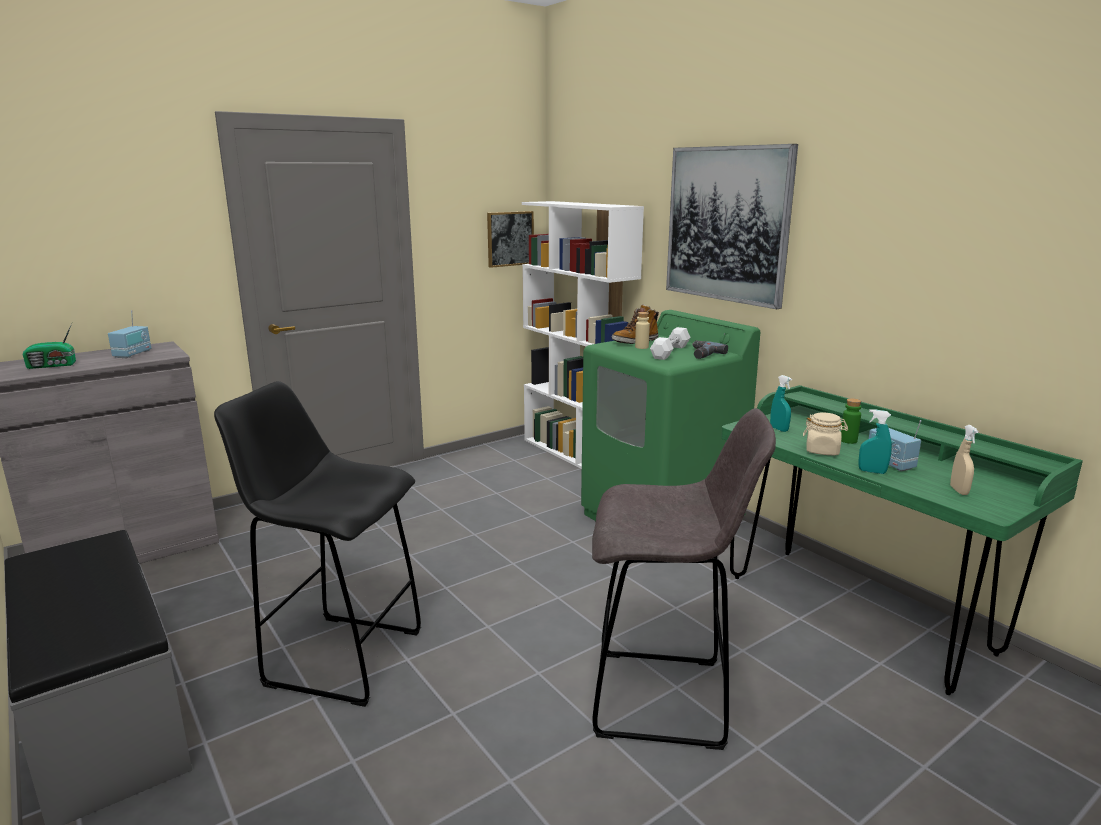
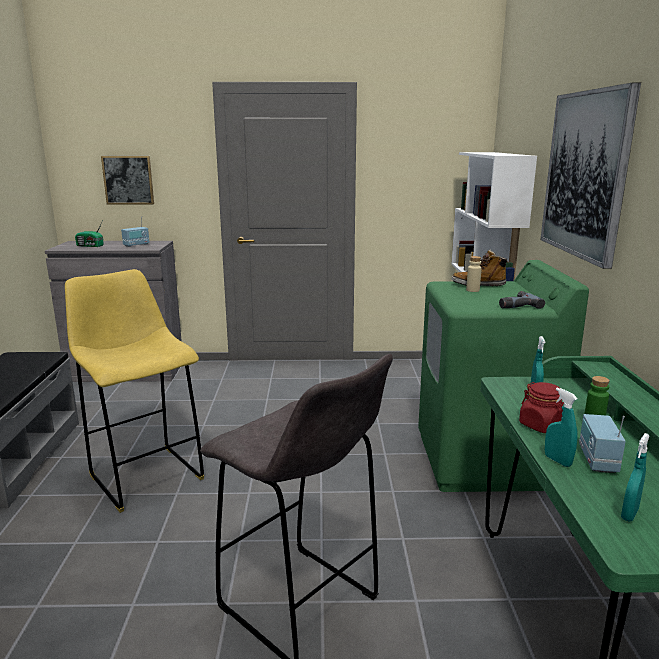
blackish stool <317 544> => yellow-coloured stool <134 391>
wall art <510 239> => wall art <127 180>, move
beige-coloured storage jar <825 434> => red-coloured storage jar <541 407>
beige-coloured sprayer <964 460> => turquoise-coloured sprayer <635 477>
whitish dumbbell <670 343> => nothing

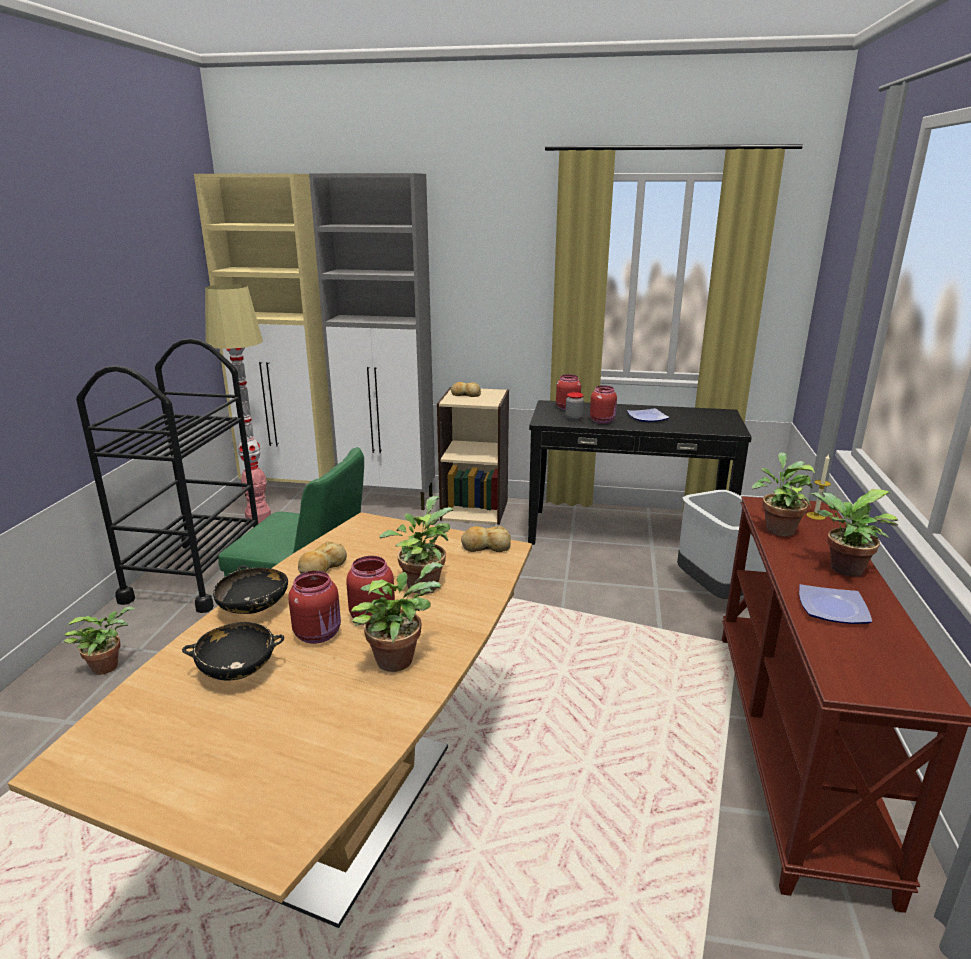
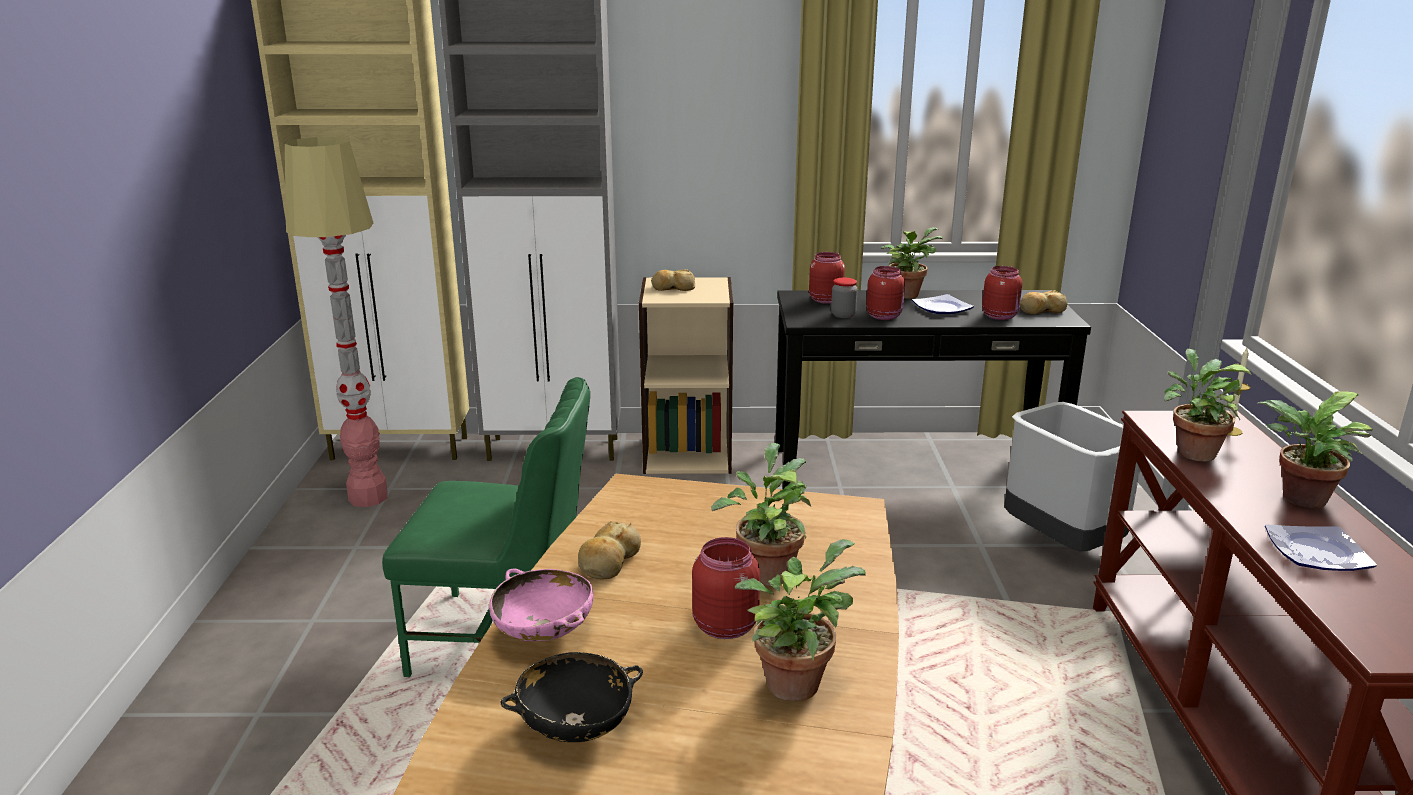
blackish bowl <250 589> => pink bowl <541 604>
houseplant <99 640> => houseplant <912 263>, move
red-coloured storage jar <314 607> => red-coloured storage jar <1002 293>, move
baked bread <486 539> => baked bread <1043 302>, move
blackish cart <167 475> => nothing

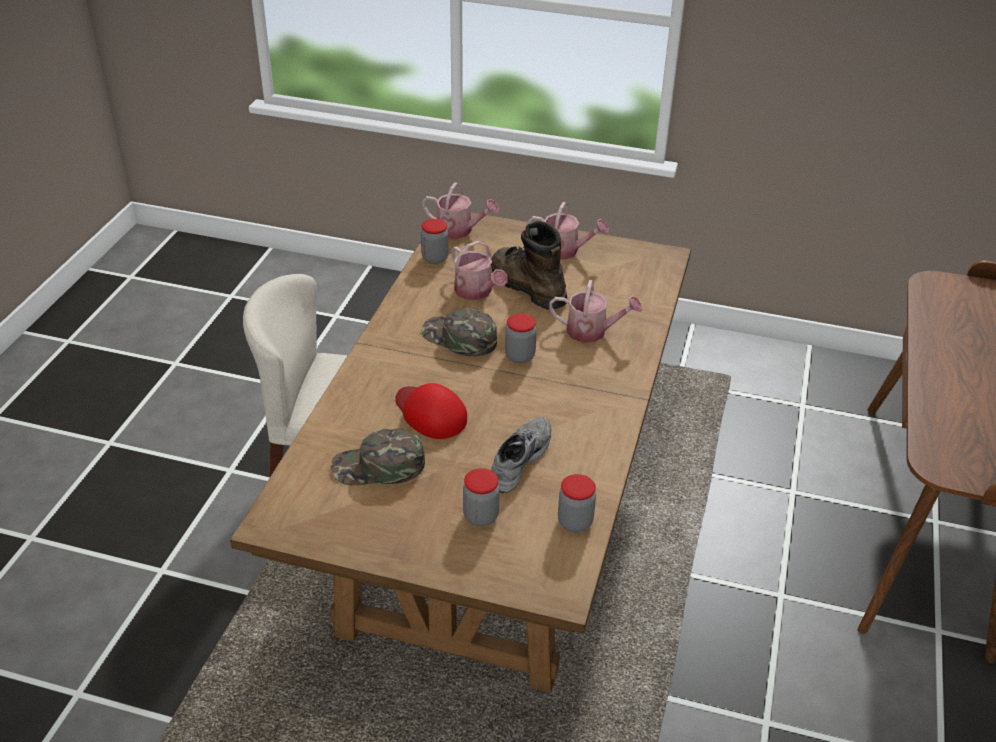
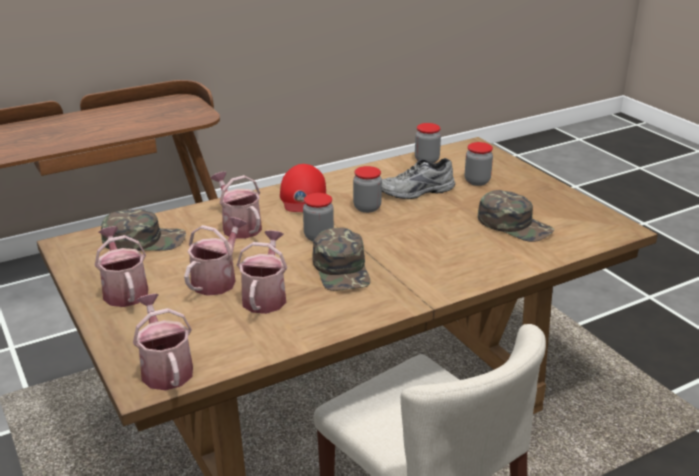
nothing => green-coloured cap <143 230>
brownish tall boot <529 265> => watering can <215 256>
red-coloured cap <431 411> => red-coloured cap <303 188>, move
storage jar <435 241> => storage jar <367 189>, move

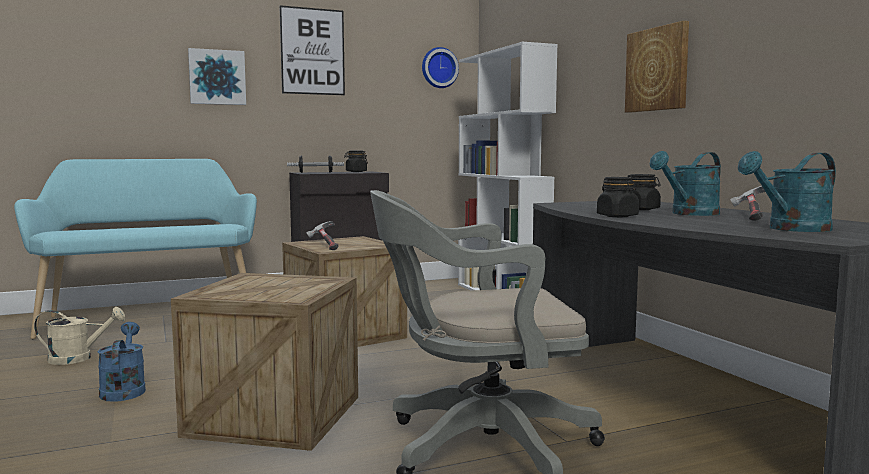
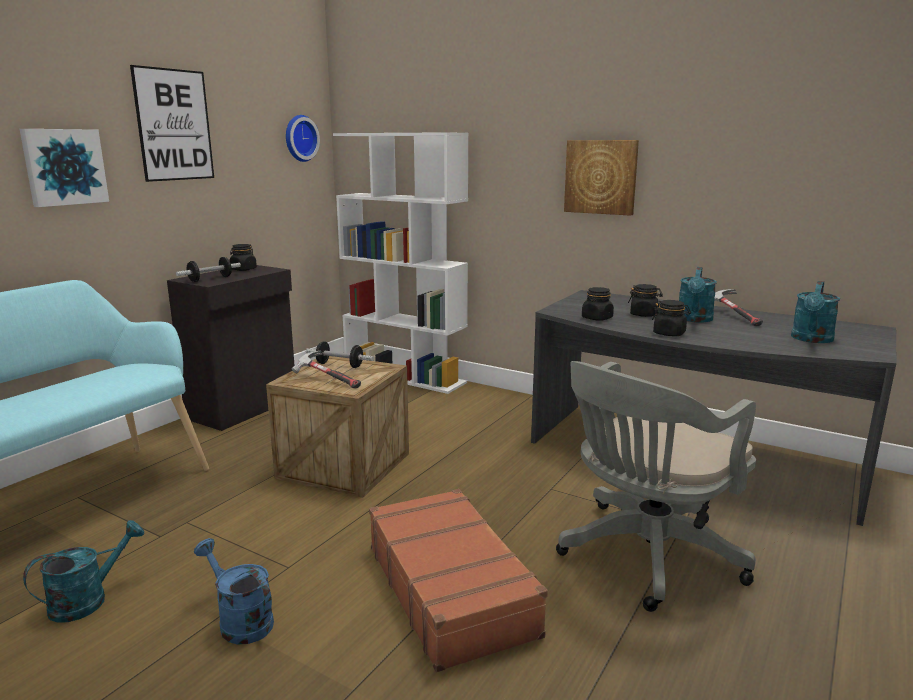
beige-coloured watering can <79 336> => turquoise-coloured watering can <83 571>
nothing => dumbbell <340 355>
shipping crate <264 362> => brownish suitcase <458 580>
nothing => blackish storage jar <598 303>

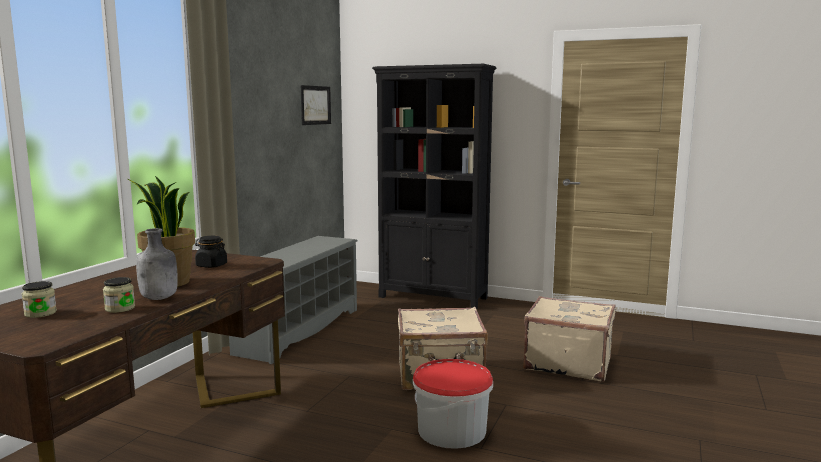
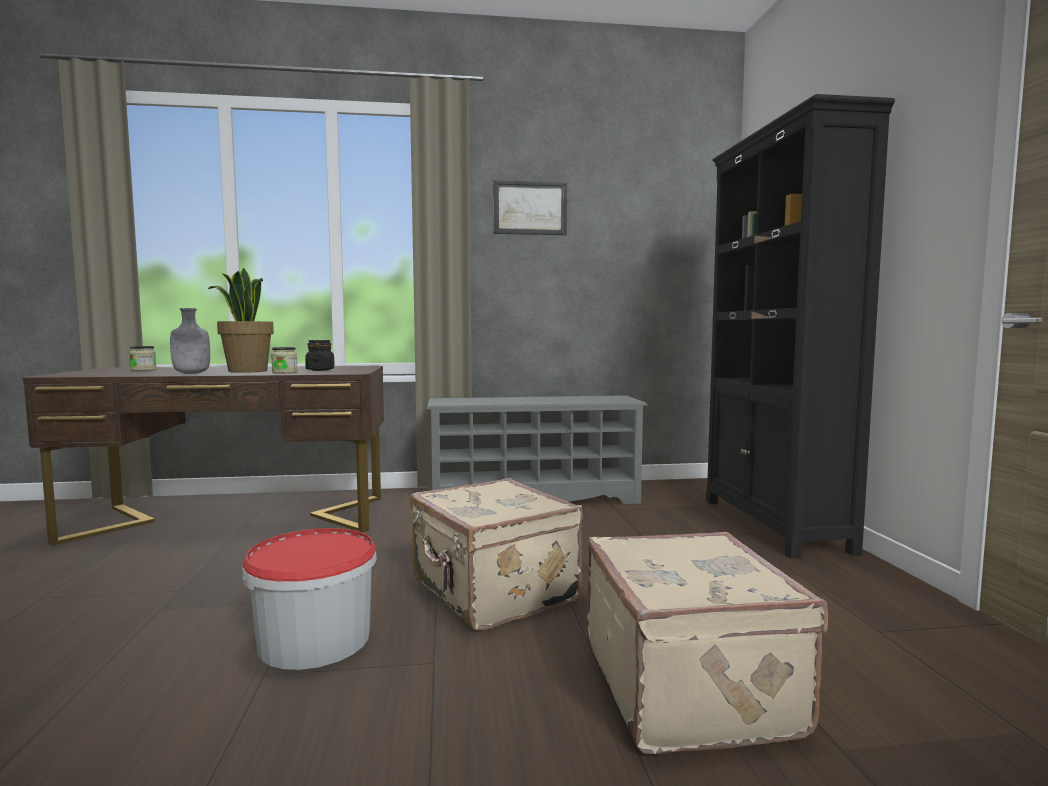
storage jar <119 295> => storage jar <284 360>, move
wall art <316 105> => wall art <530 207>, move

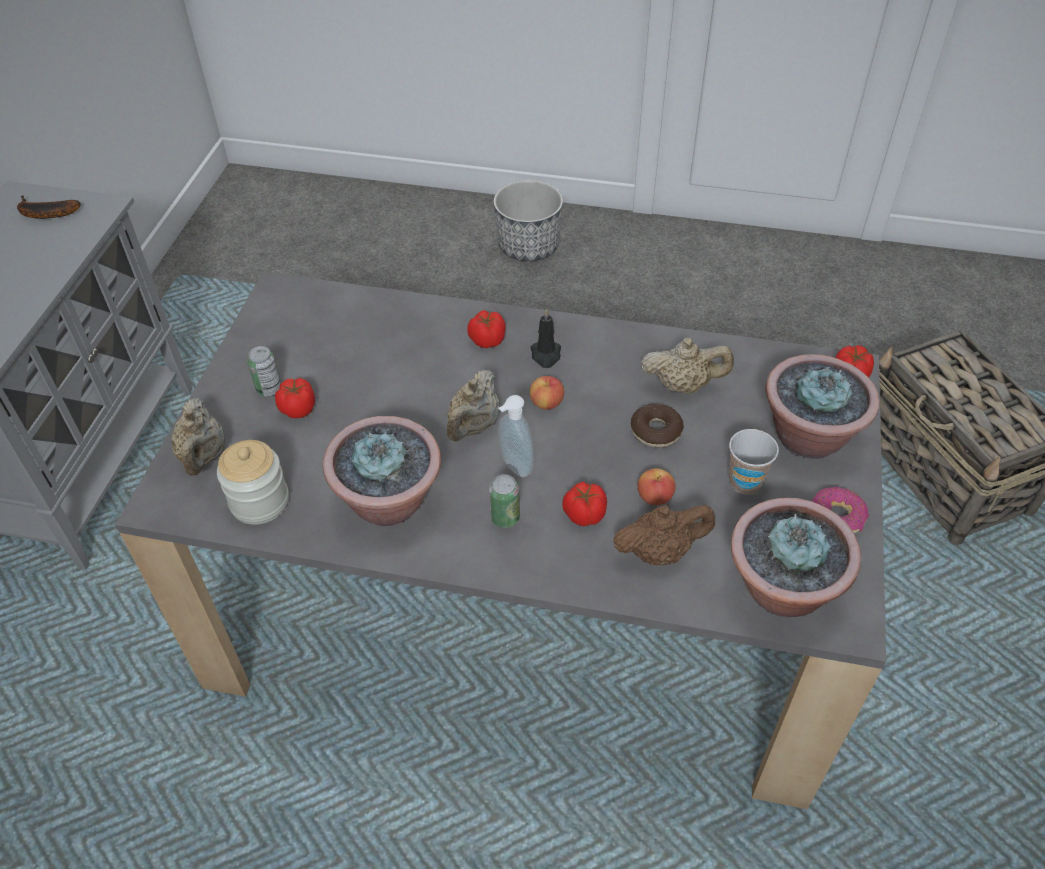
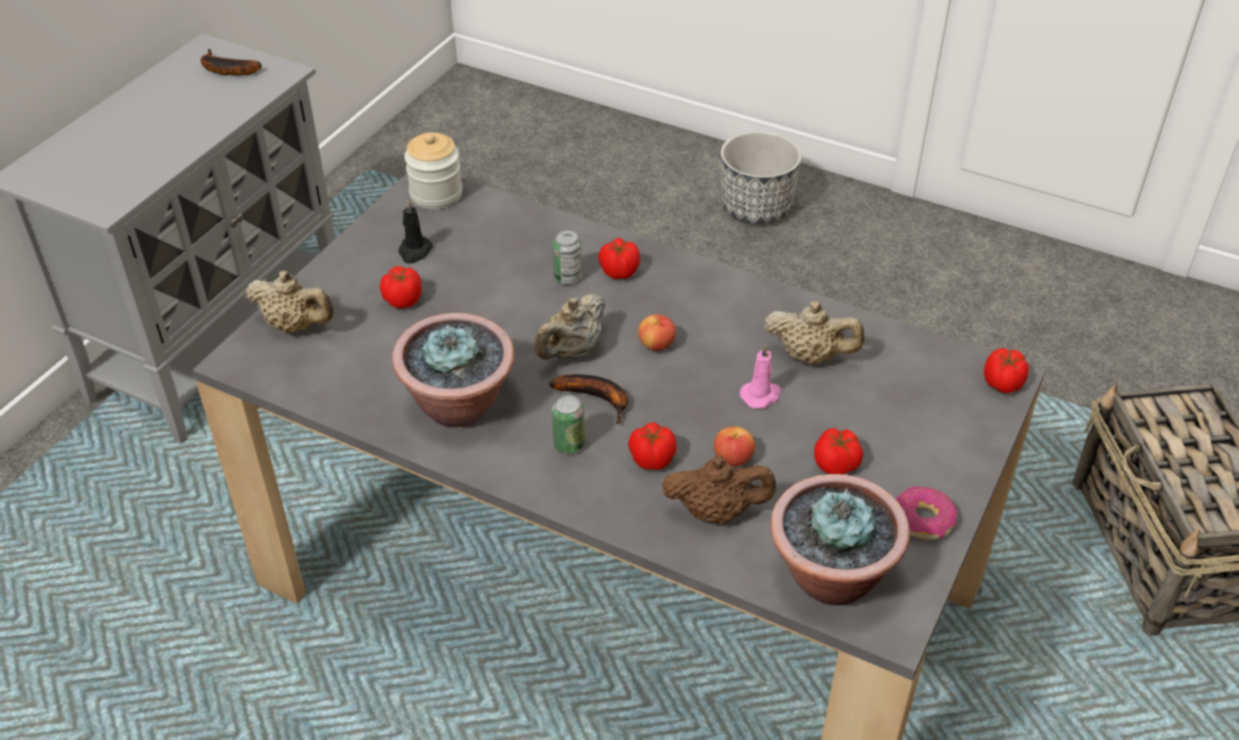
beige-coloured tea pot <198 437> => beige-coloured tea pot <290 302>, 75 degrees counterclockwise
blackish wax candle <546 338> => blackish wax candle <415 231>, move
storage jar <253 482> => storage jar <433 170>, move
soap dispenser <516 436> => whole banana <588 399>
sealed can <264 371> => sealed can <567 257>, move
ring doughnut <657 426> => pink wax candle <760 375>
drinking cup <754 461> => fresh tomato <838 451>
houseplant <822 406> => nothing

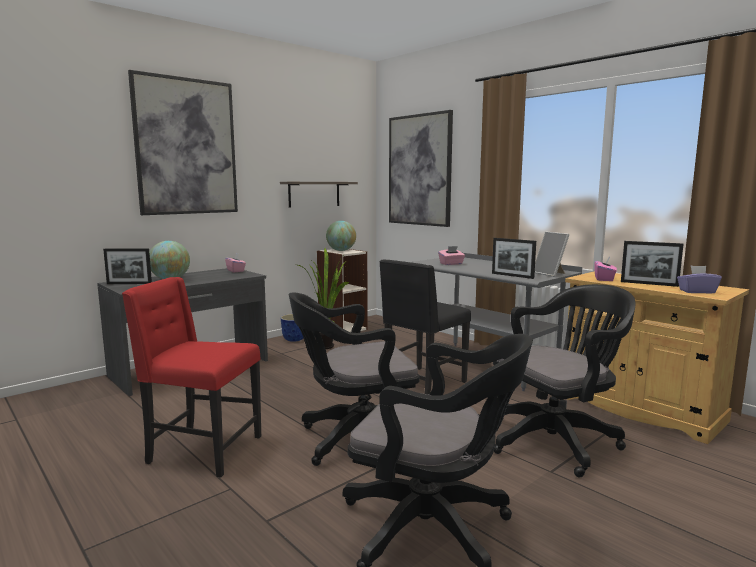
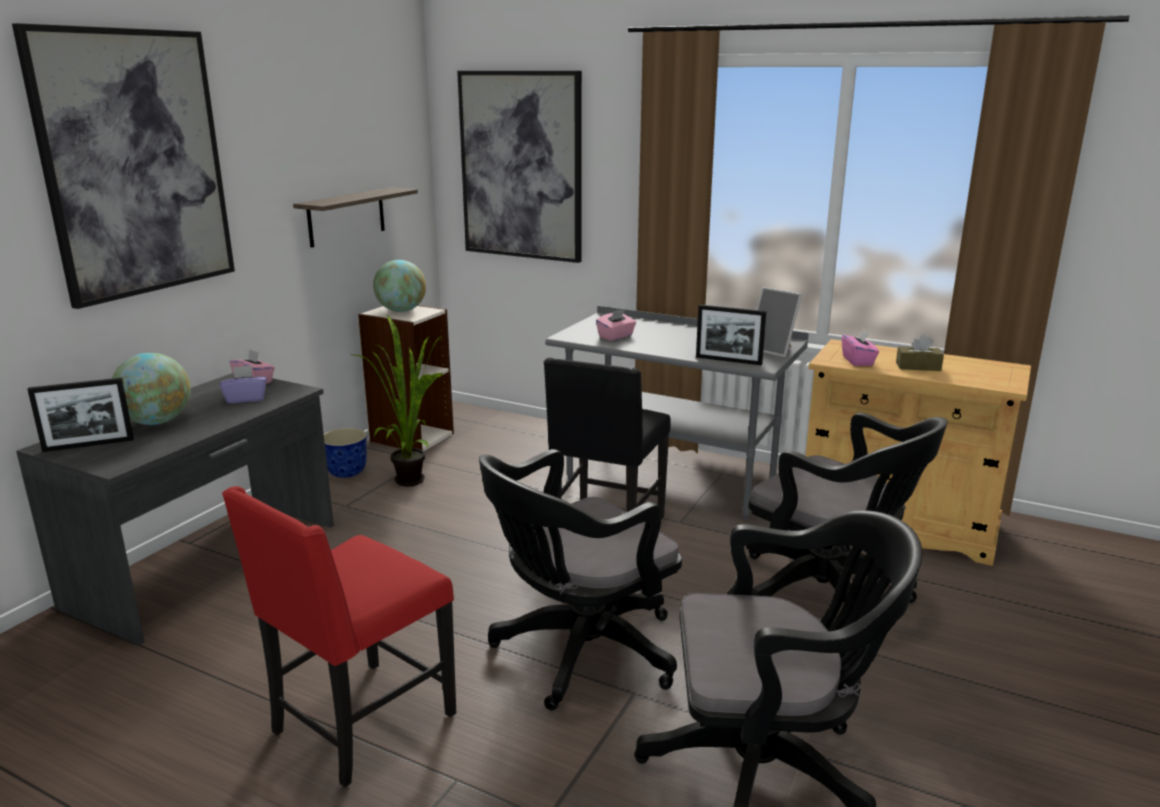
purple-coloured tissue box <699 280> => purple-coloured tissue box <243 384>, move
red-coloured chair <191 377> => red-coloured chair <339 637>, 45 degrees counterclockwise
blackish desk chair <564 380> => blackish desk chair <847 508>, 90 degrees clockwise
photo frame <652 264> => brownish tissue box <920 352>

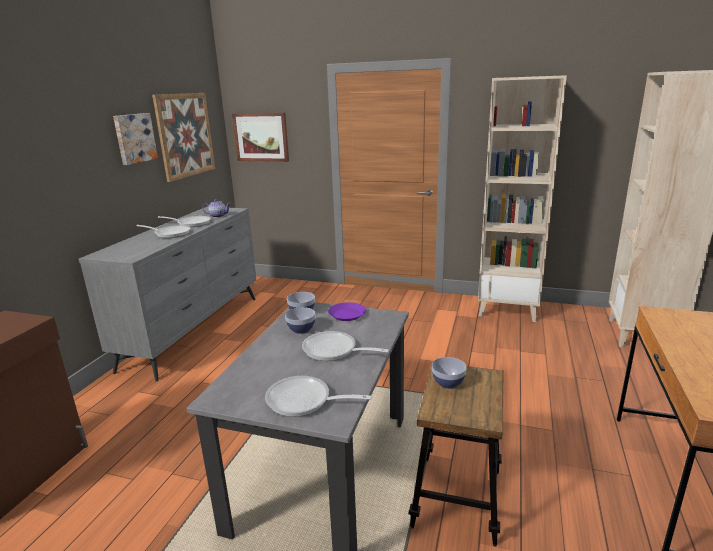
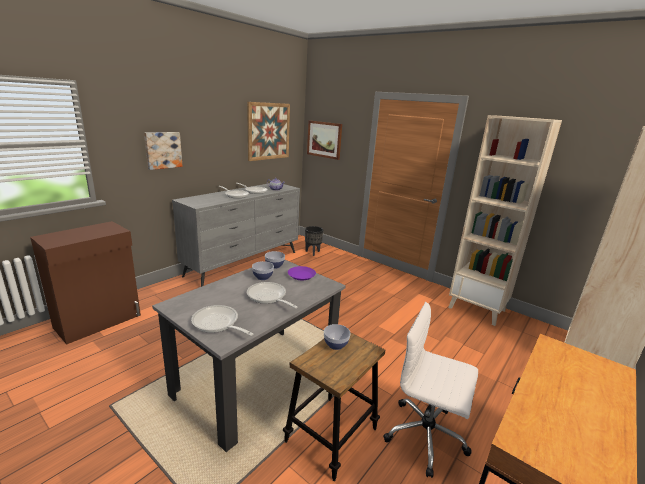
wall art <135 139> => wall art <163 151>, move
nothing => blackish planter <314 241>
nothing => whitish desk chair <430 390>

